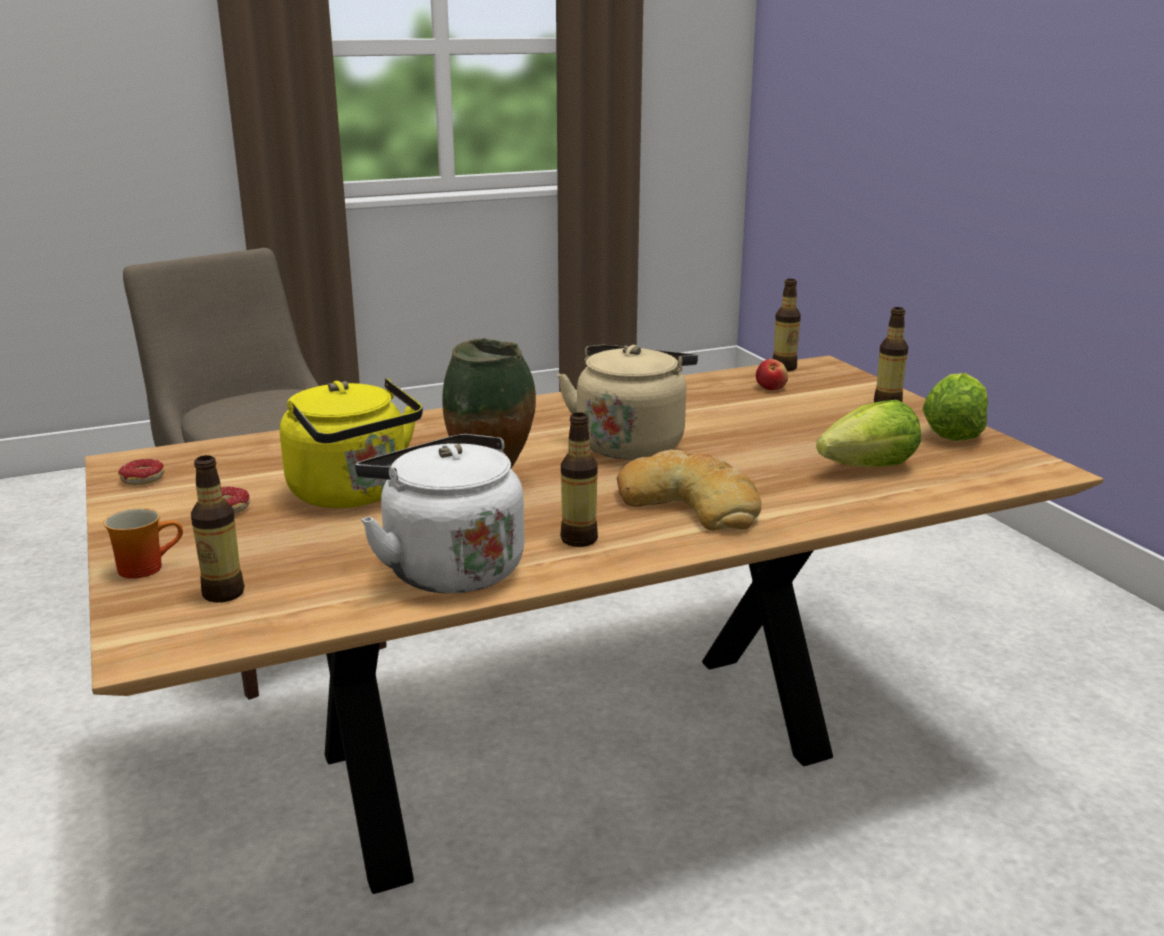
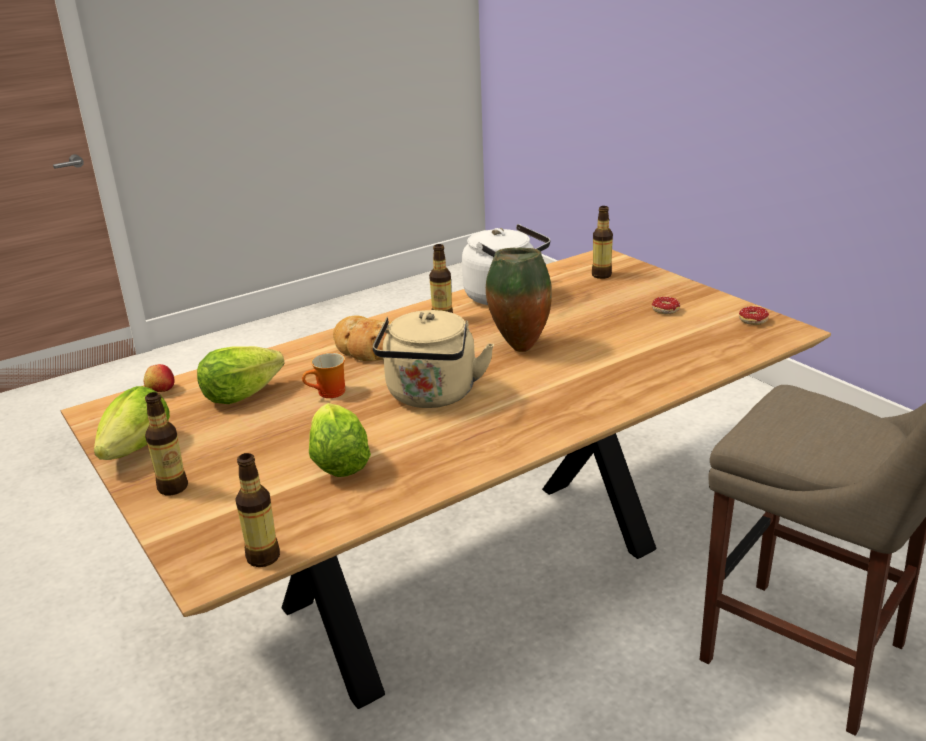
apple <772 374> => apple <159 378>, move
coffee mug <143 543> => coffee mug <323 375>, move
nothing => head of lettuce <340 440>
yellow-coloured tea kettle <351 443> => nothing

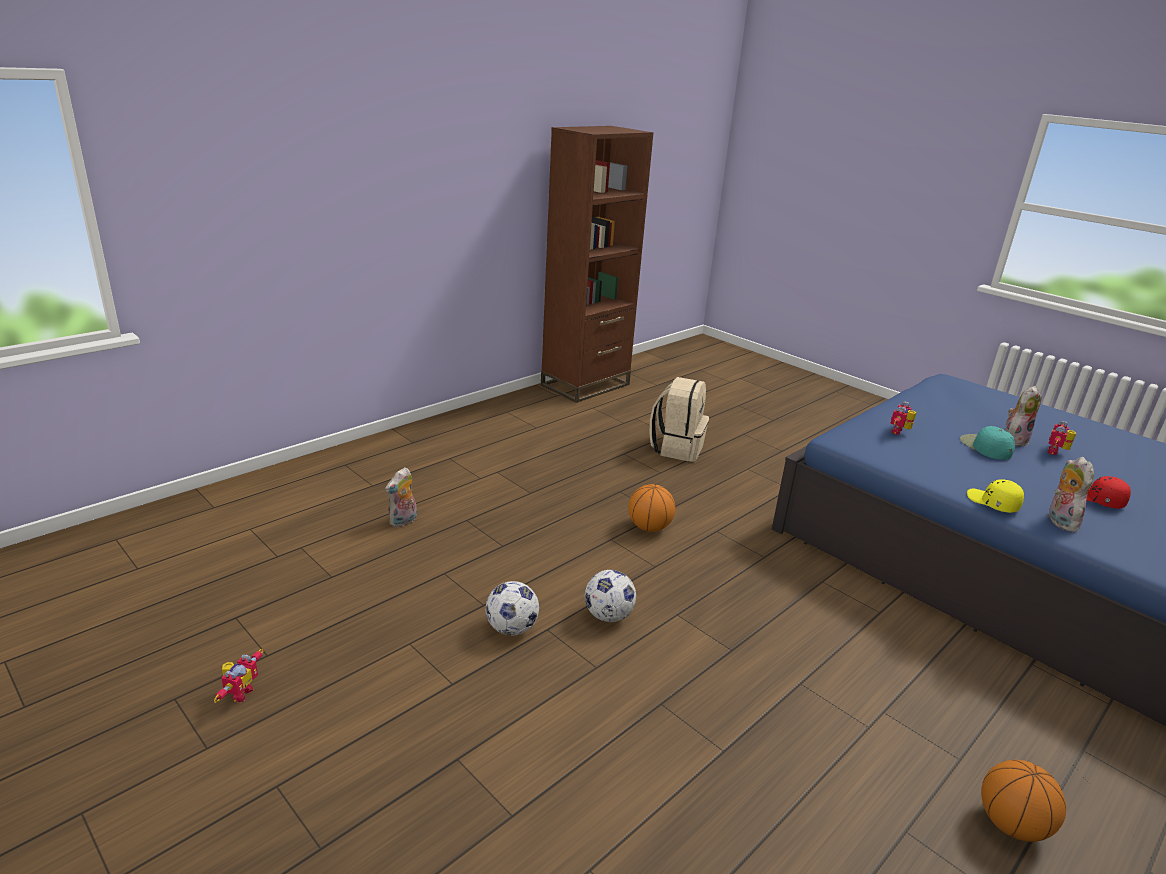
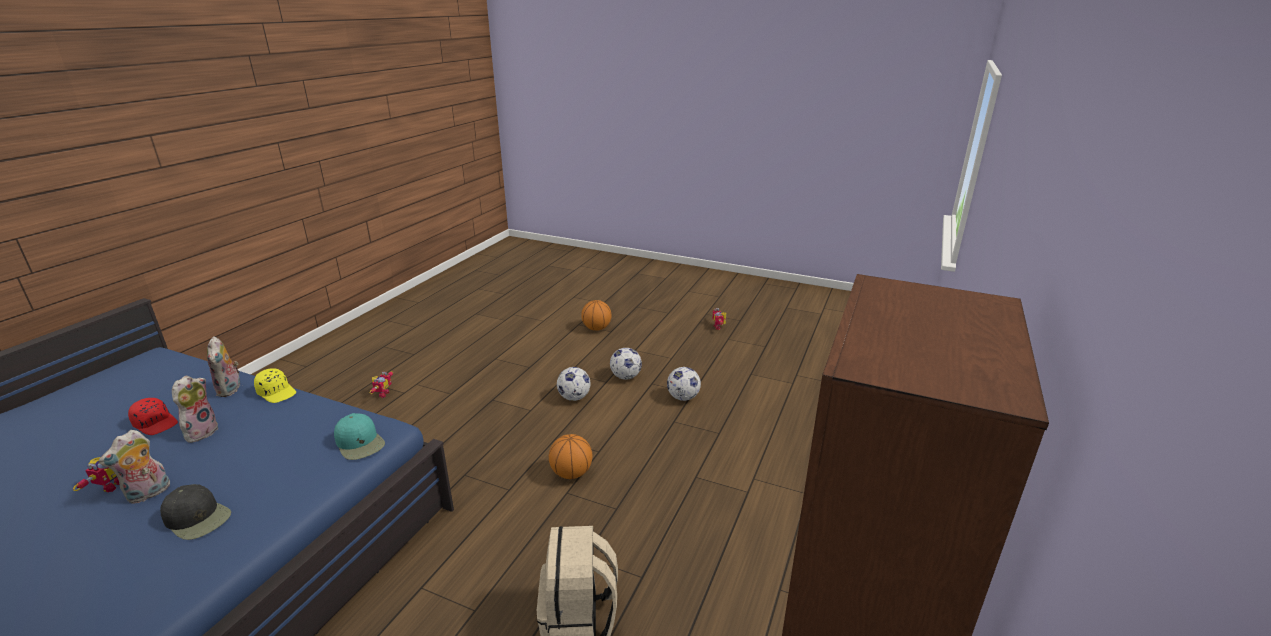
nothing => blackish cap <195 512>
soft toy <401 497> => soft toy <195 409>, move
turquoise-coloured cap <987 443> => turquoise-coloured cap <359 436>, move
toy robot <903 418> => toy robot <381 384>, move
ball for basketball <1023 801> => ball for basketball <596 315>, move
nothing => football <684 384>

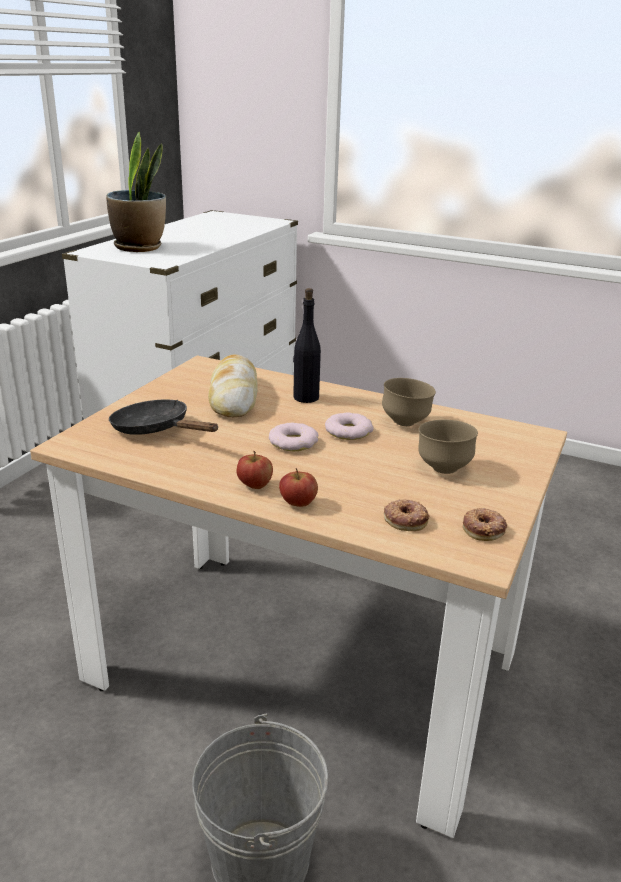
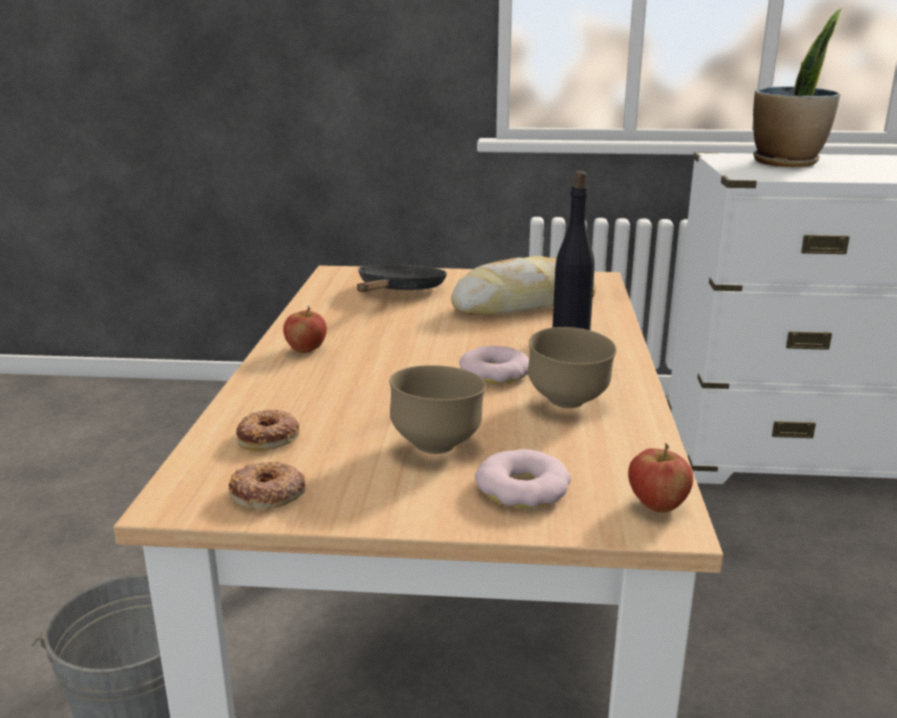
ring doughnut <293 437> => ring doughnut <523 478>, move
apple <298 487> => apple <660 477>, move

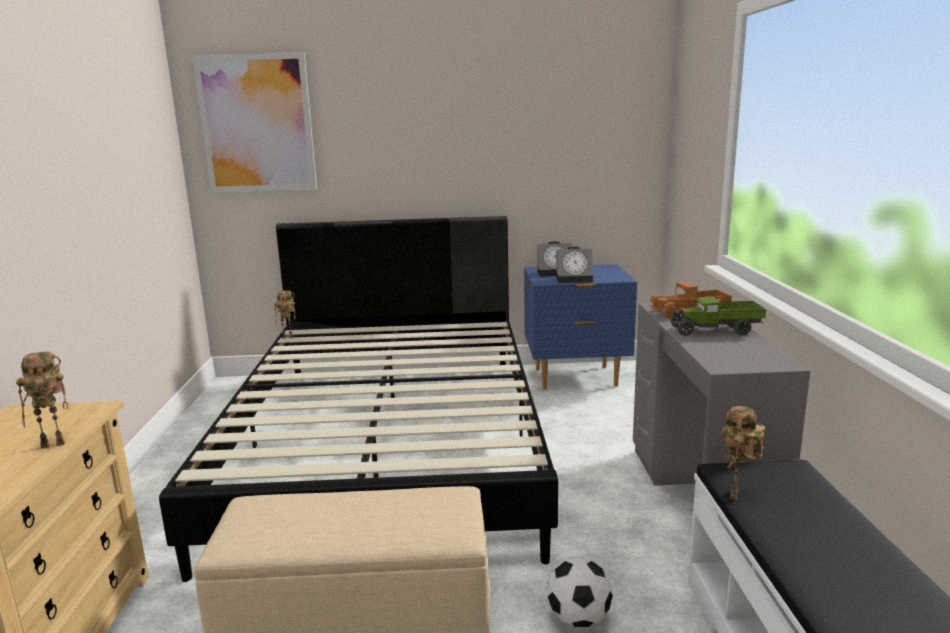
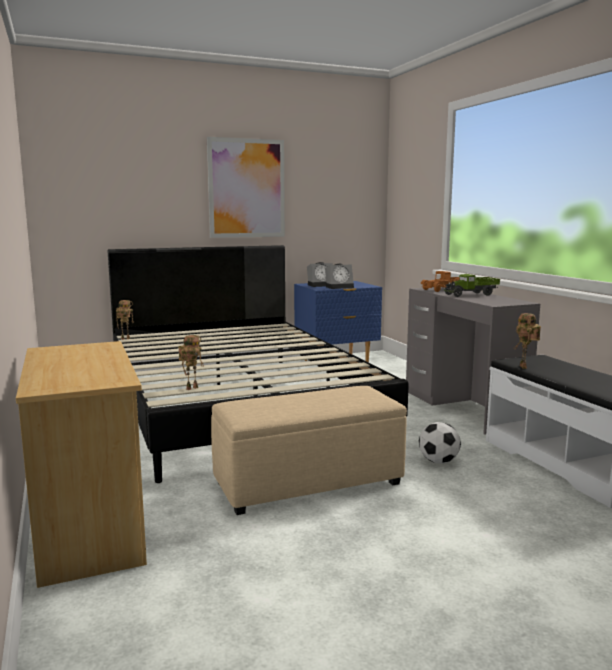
toy robot <42 400> => toy robot <191 362>, move
wall art <254 122> => wall art <246 187>, move

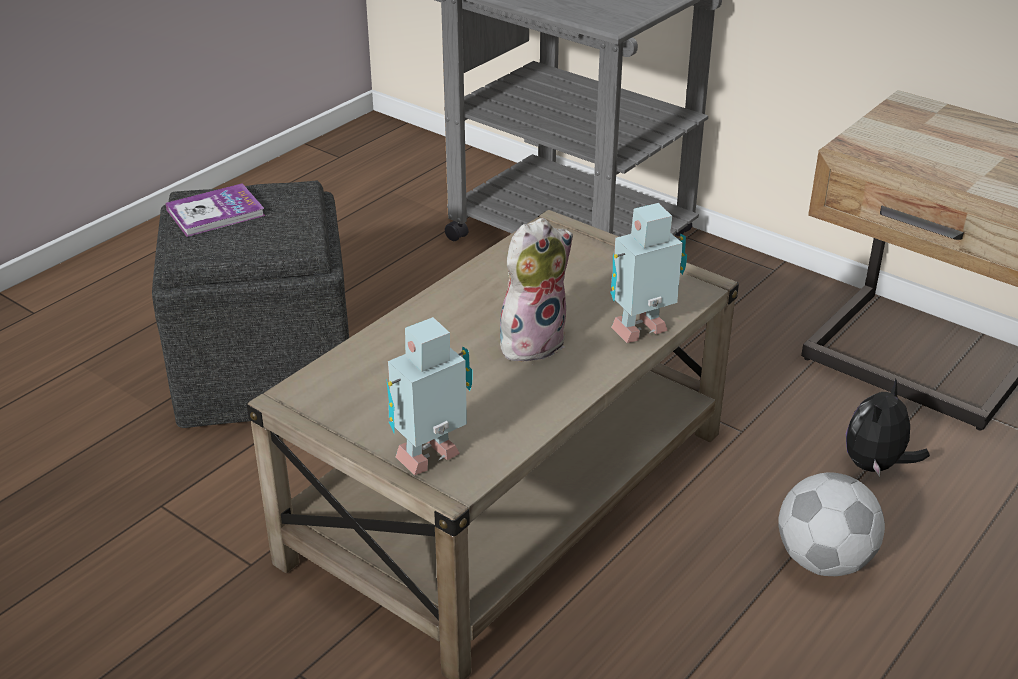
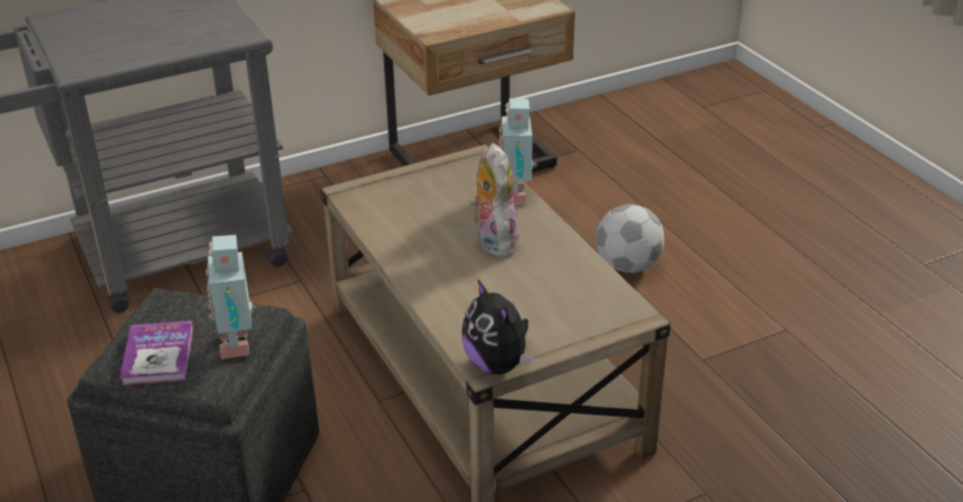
toy robot <429 396> => toy robot <232 297>, move
soft toy <888 427> => soft toy <498 327>, move

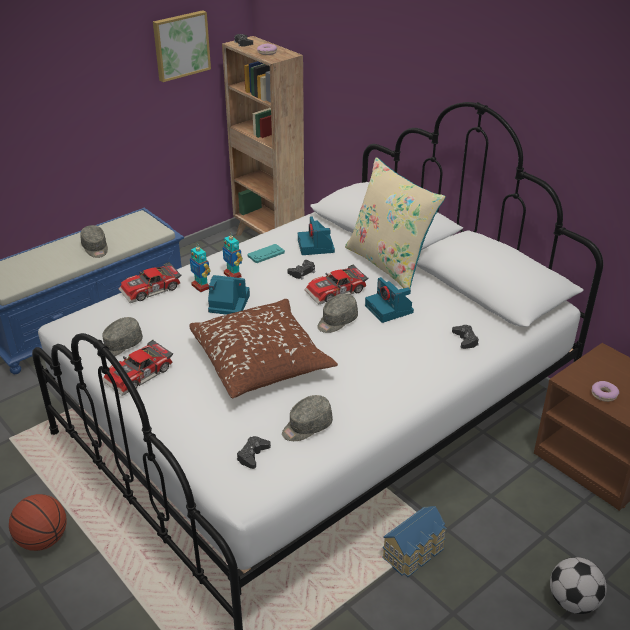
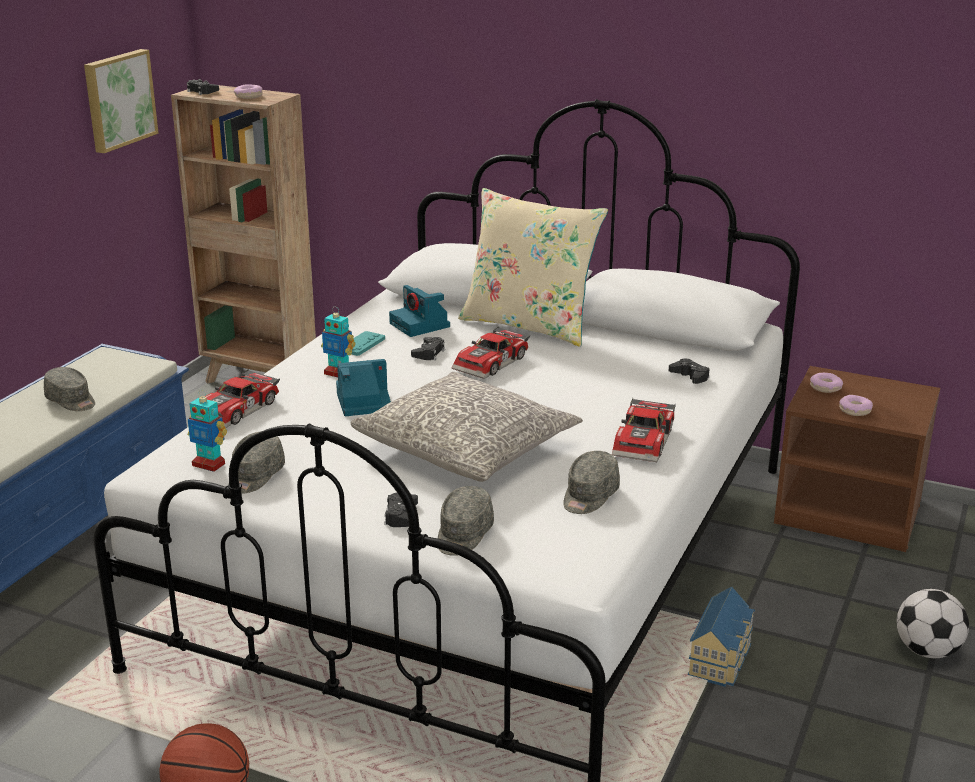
toy robot <200 267> => toy robot <207 431>, move
brownish throw pillow <263 348> => gray throw pillow <466 427>
blackish joypad <254 452> => blackish joypad <401 510>, move
gray cap <337 313> => gray cap <466 521>, move
miniature car <138 368> => miniature car <644 430>, move
nothing => ring doughnut <826 383>
still camera <389 300> => nothing

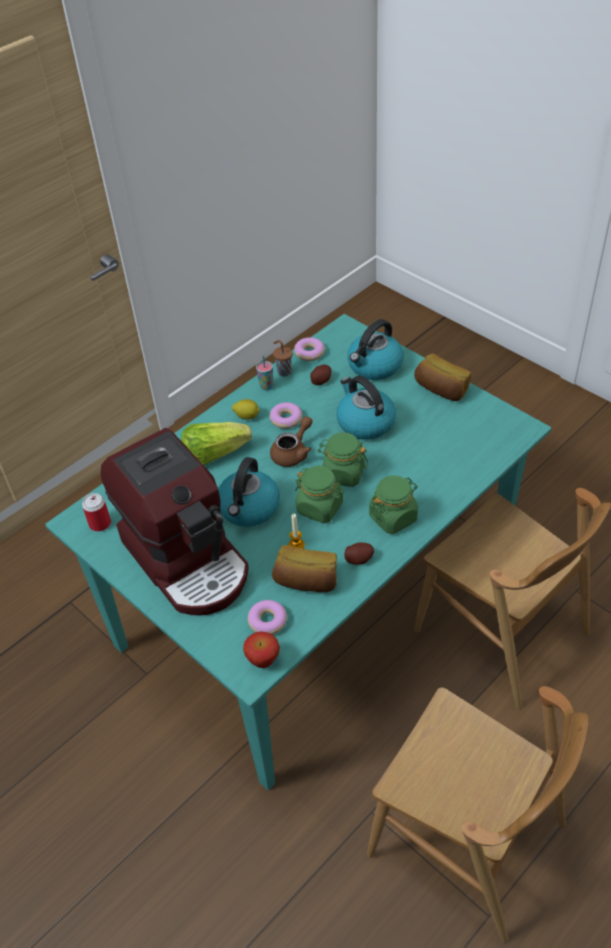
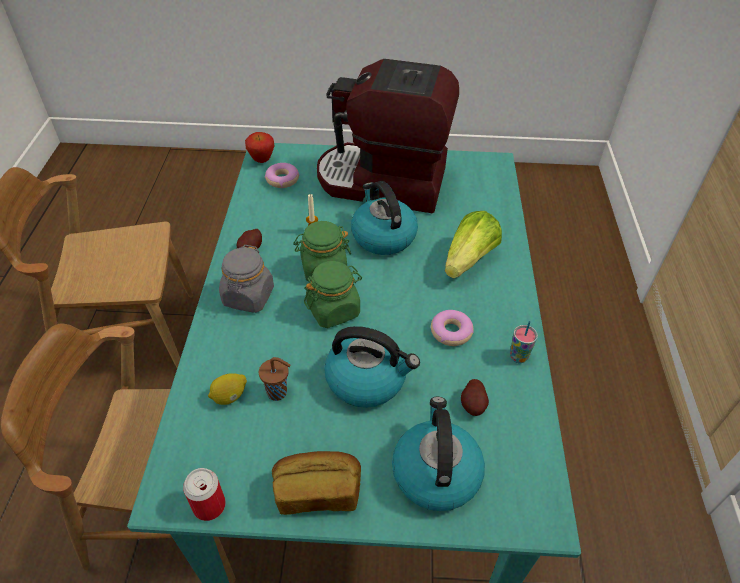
sealed can <96 512> => sealed can <204 494>, move
whole lemon <246 409> => whole lemon <227 389>, move
green-coloured storage jar <393 504> => gray storage jar <246 279>
brownish drinking cup <283 358> => brownish drinking cup <275 379>, move
brownish tea pot <291 441> => nothing
baked bread <304 568> => nothing
ring doughnut <309 349> => nothing

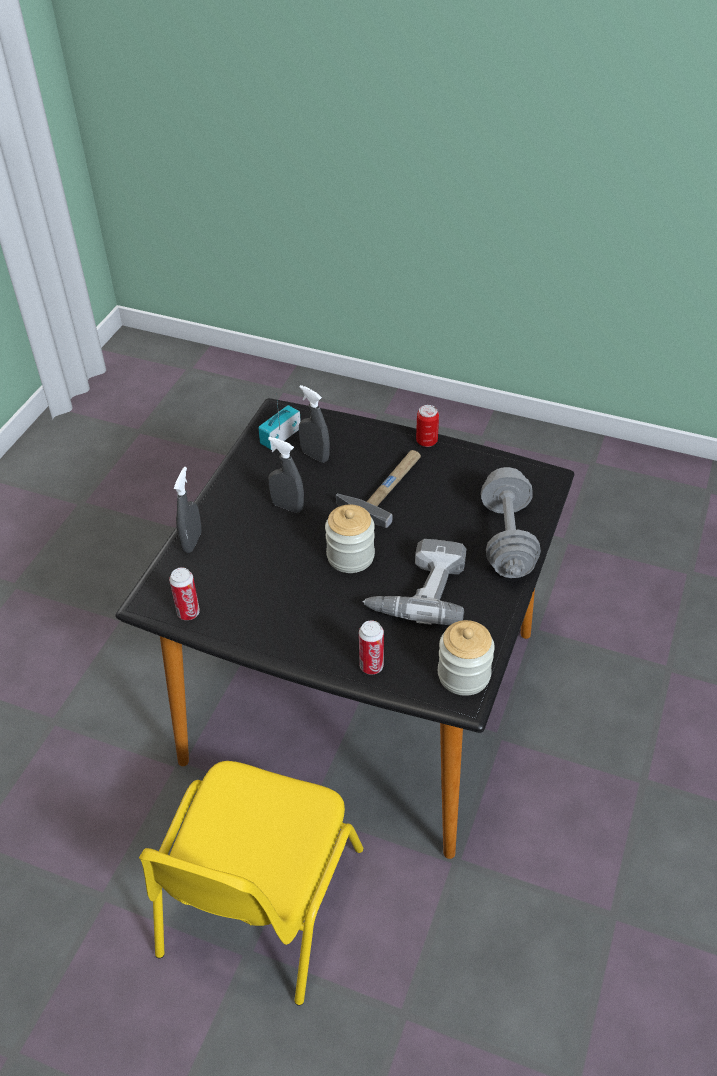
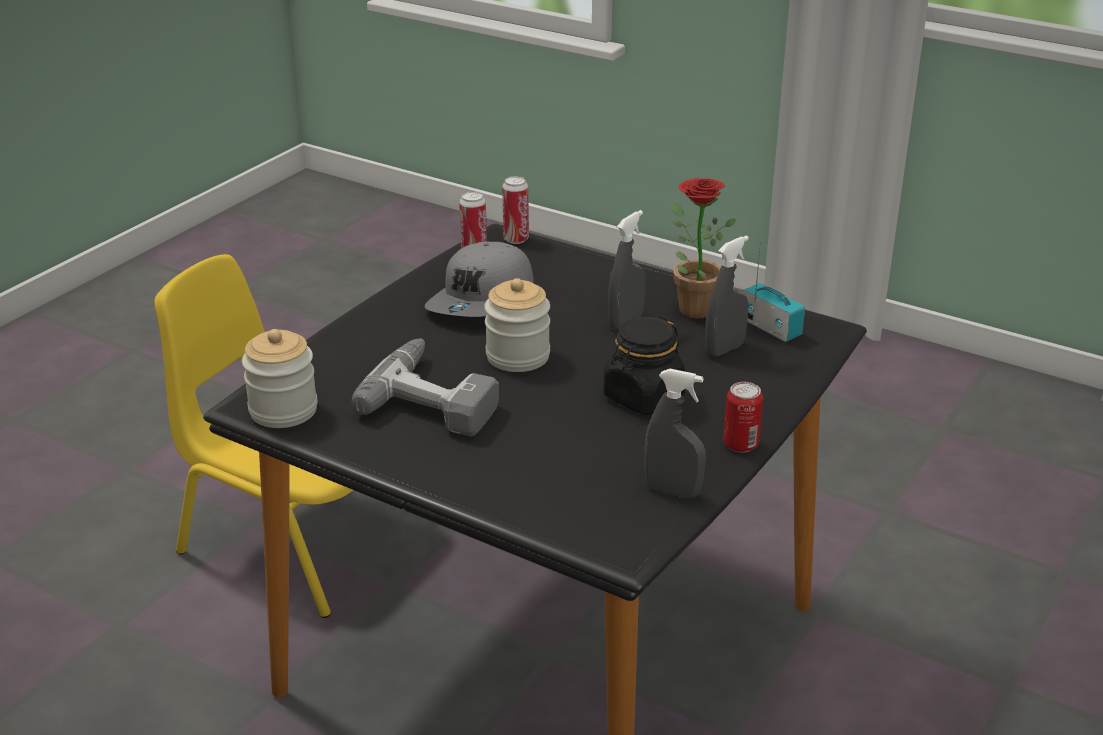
nothing => gray cap <479 279>
sealed can <371 647> => sealed can <515 210>, move
hand hammer <378 489> => blackish storage jar <645 365>
gray sprayer <187 510> => gray sprayer <675 433>, move
nothing => houseplant <704 248>
gray dumbbell <511 522> => nothing

